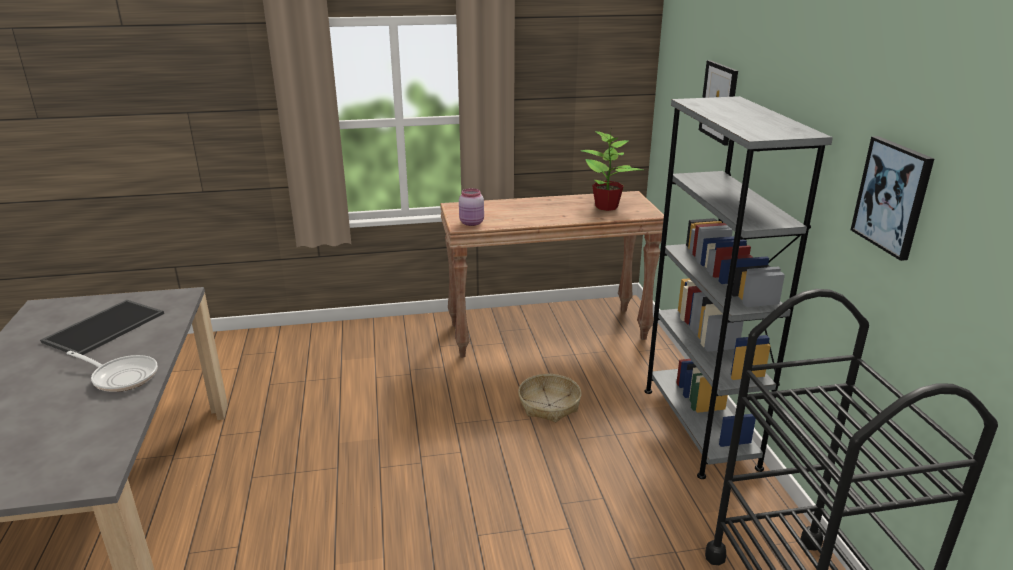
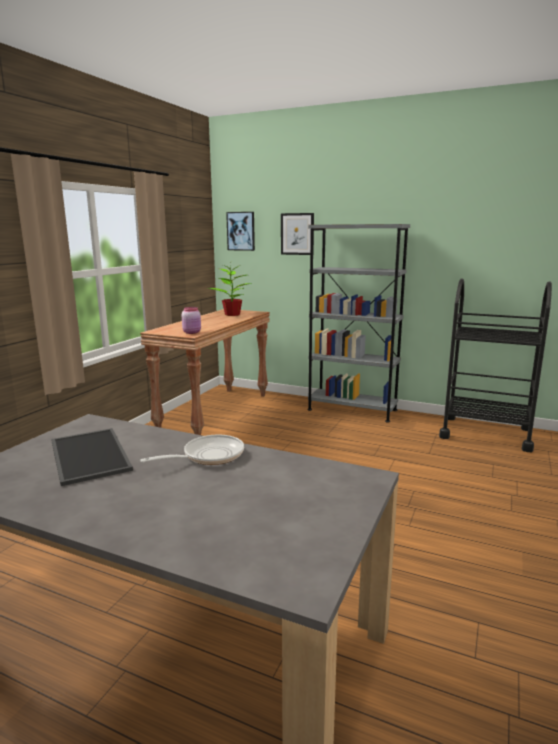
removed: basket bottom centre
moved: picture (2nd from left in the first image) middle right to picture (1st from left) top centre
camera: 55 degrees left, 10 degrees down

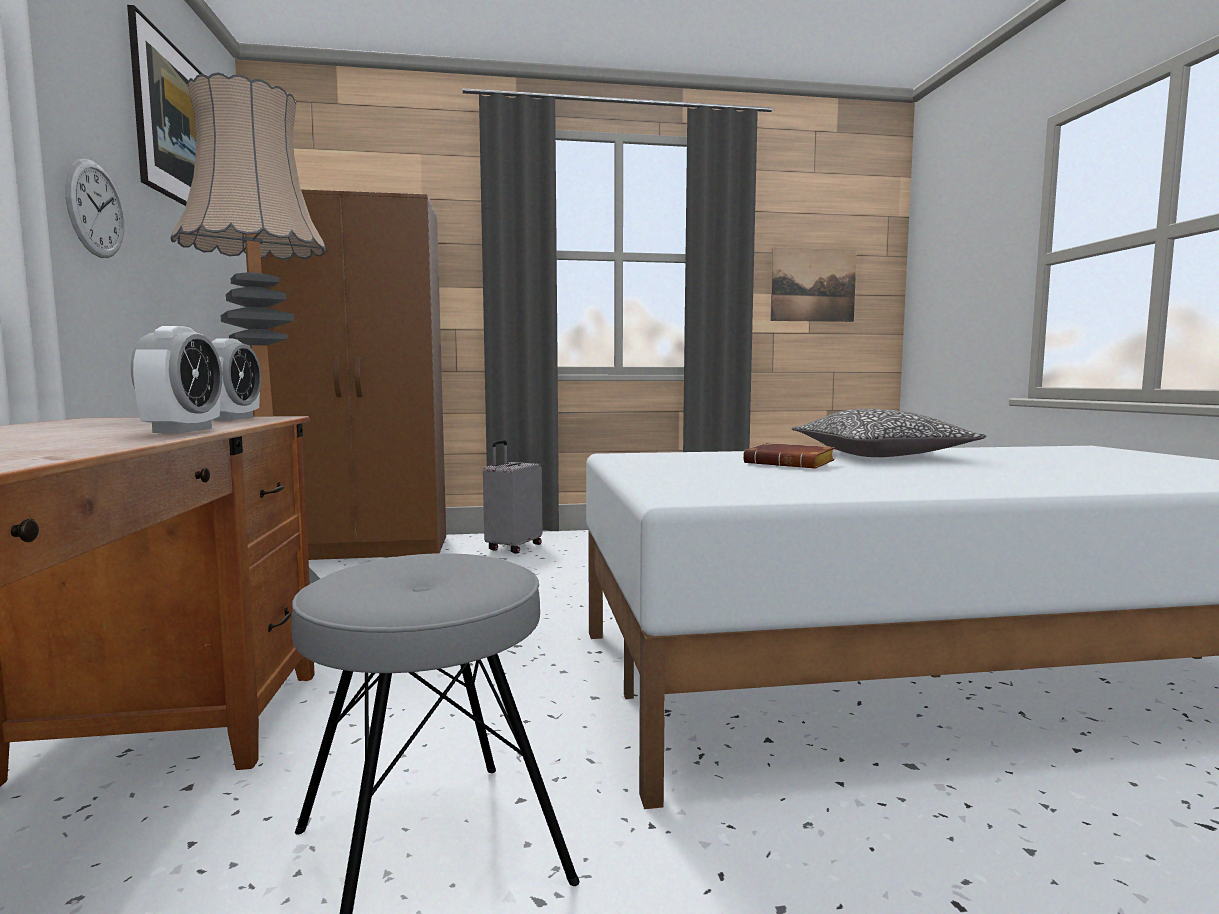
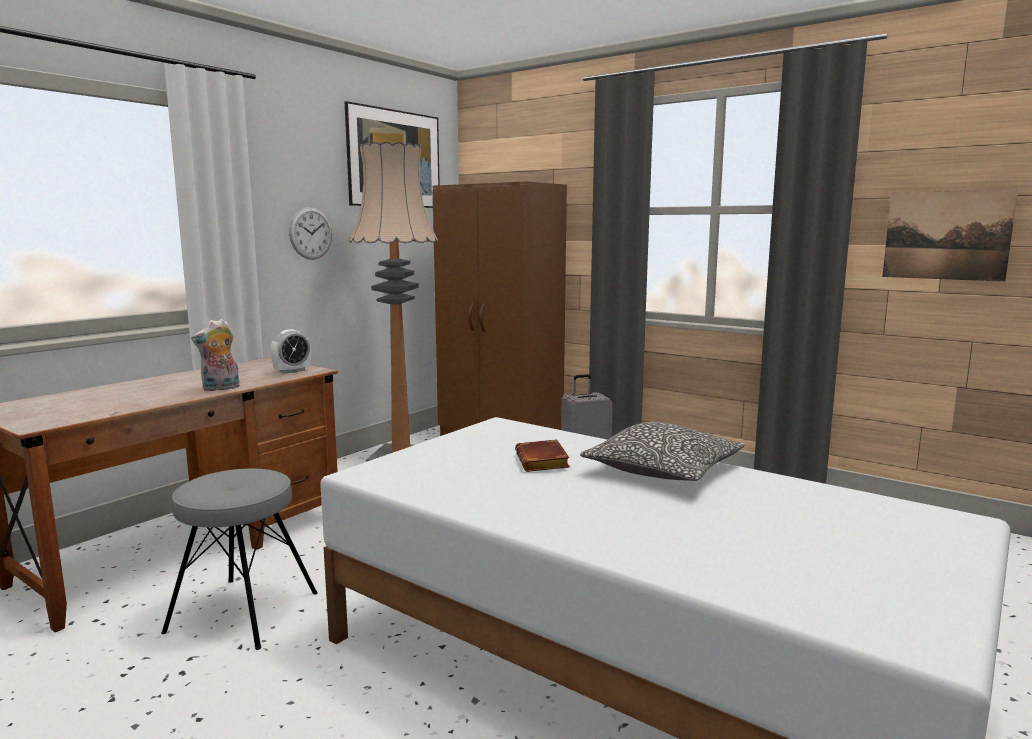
replaced: alarm clock (1st from left) middle left to plush toy middle left
camera: 45 degrees right, 5 degrees up

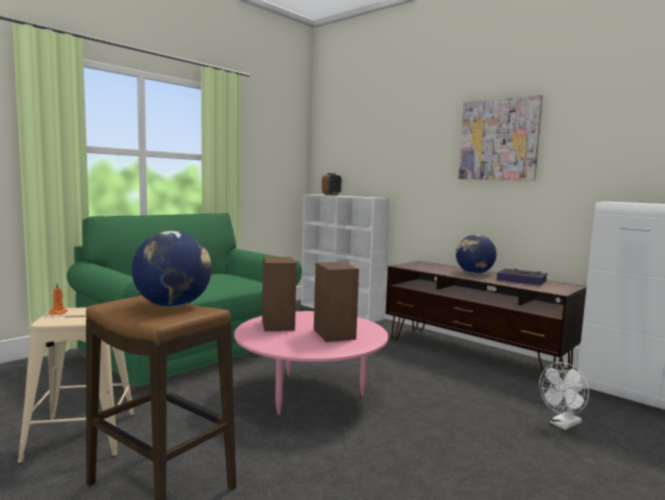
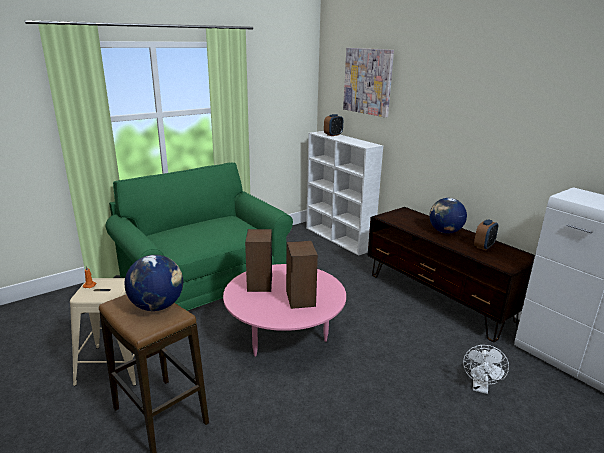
moved: picture top right to top centre
replaced: book middle right to alarm clock (2nd from left) middle right
turned: fan (white) bottom right = bottom right 45 degrees counterclockwise
camera: 10 degrees right, 15 degrees up

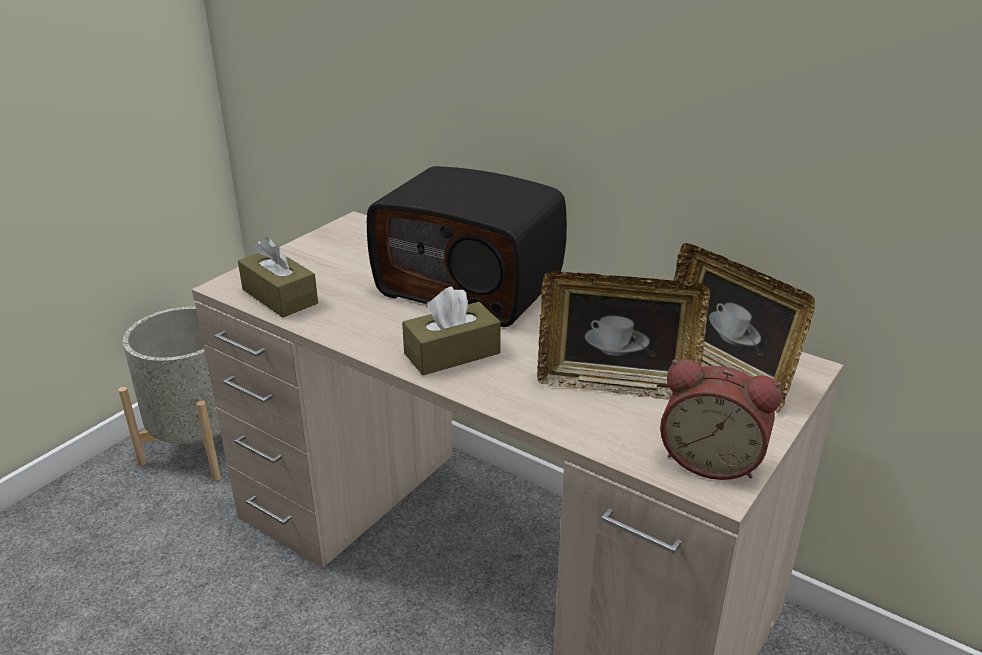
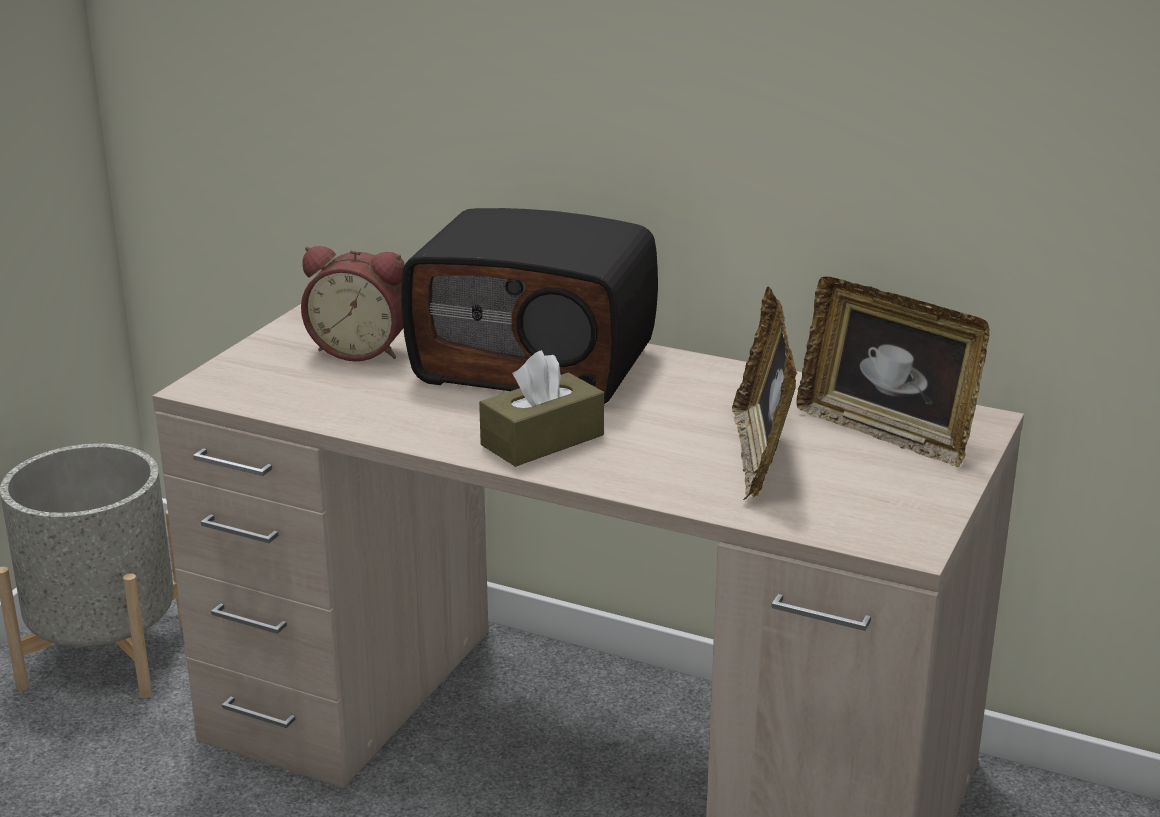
removed: tissue box (brown) (1st from left) middle left
moved: alarm clock middle right to middle left
turned: picture frame (1st from left) centre = centre 90 degrees clockwise
camera: 10 degrees left, 5 degrees down

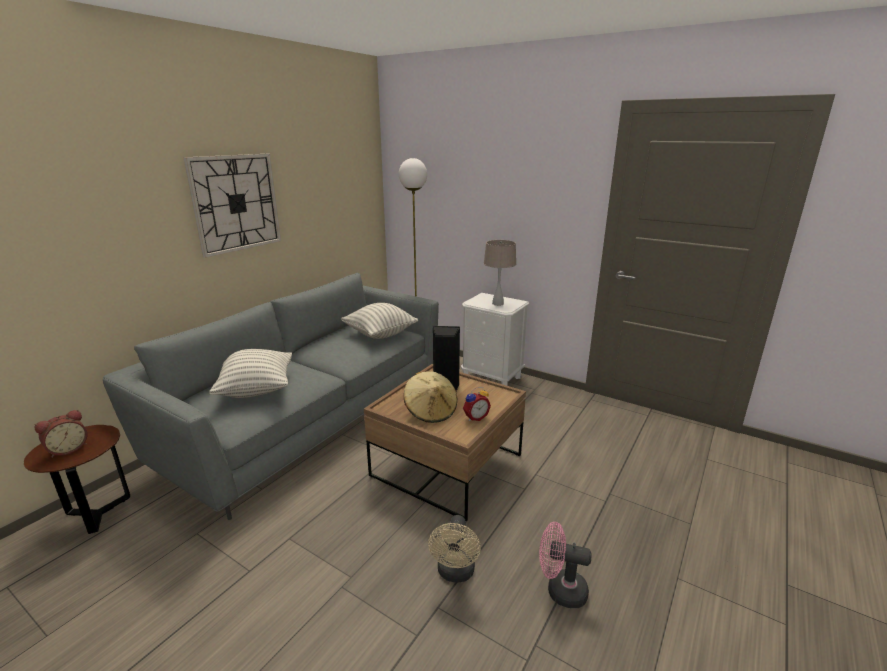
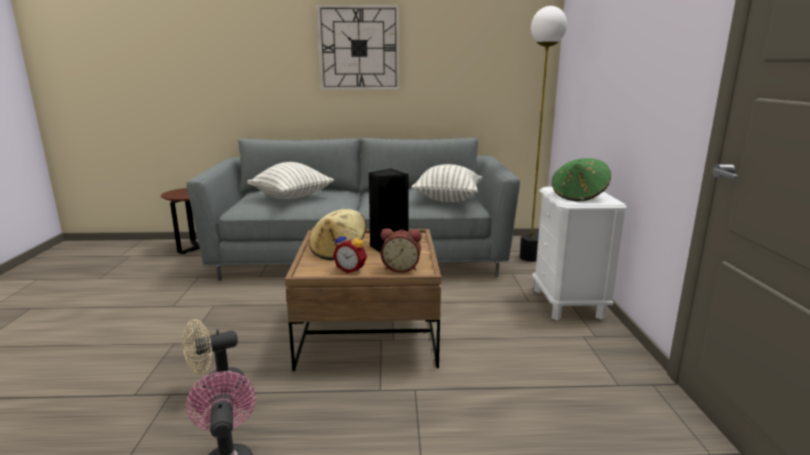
moved: alarm clock (1st from left in the first image) middle left to alarm clock (2nd from left) centre
replaced: table lamp (beige) centre to hat (green) middle right
camera: 55 degrees right, 5 degrees down

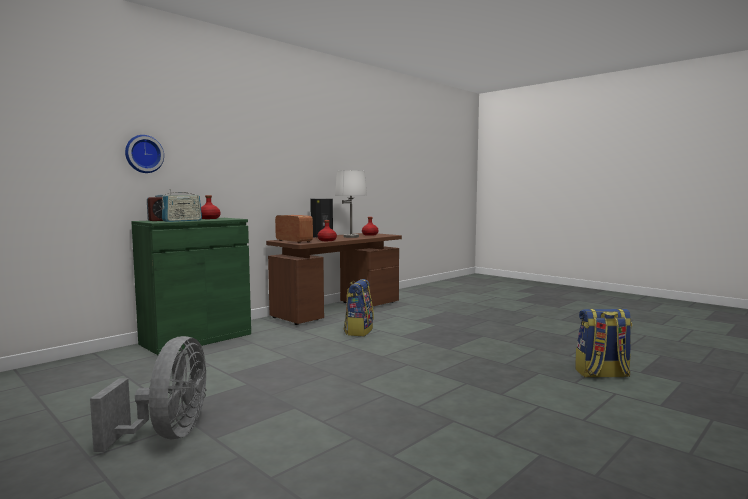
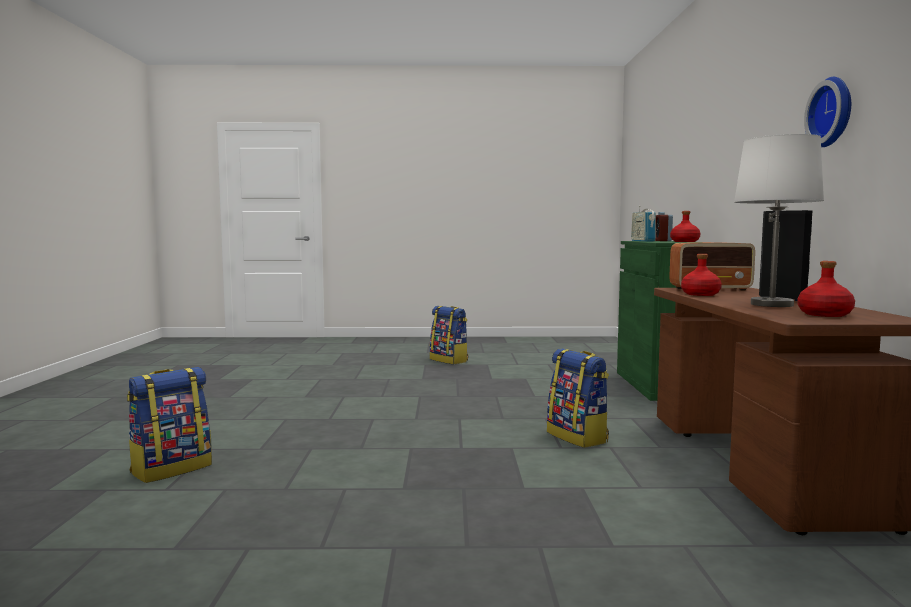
moved: wall clock top left to top right
replaced: fan (grey) bottom left to backpack (2nd from left) centre
camera: 135 degrees right, 0 degrees up

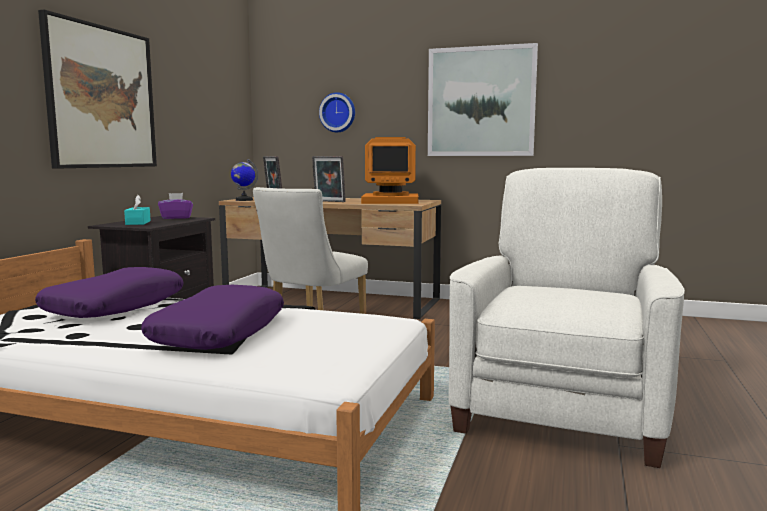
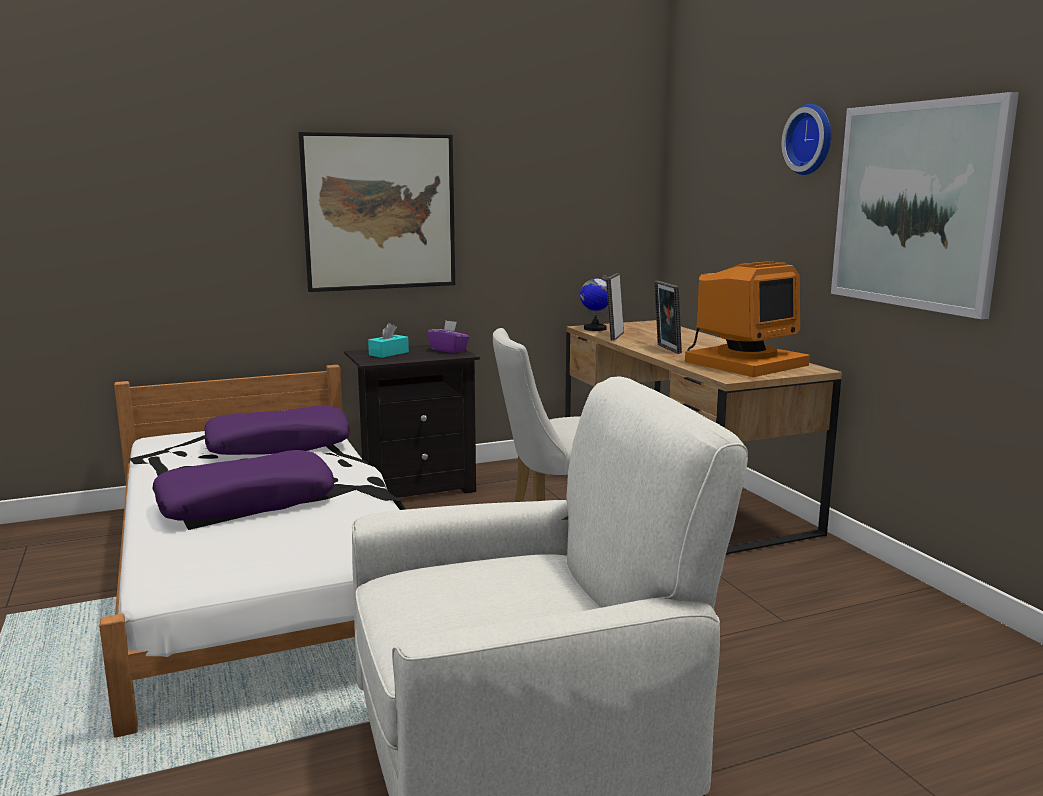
moved: wall clock top centre to top right
turned: monitor top centre = middle right 90 degrees counterclockwise
camera: 50 degrees right, 5 degrees up

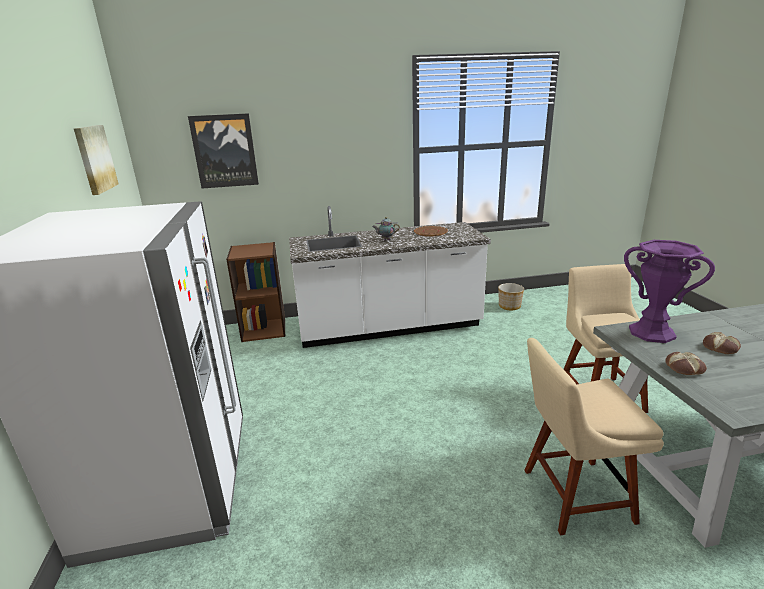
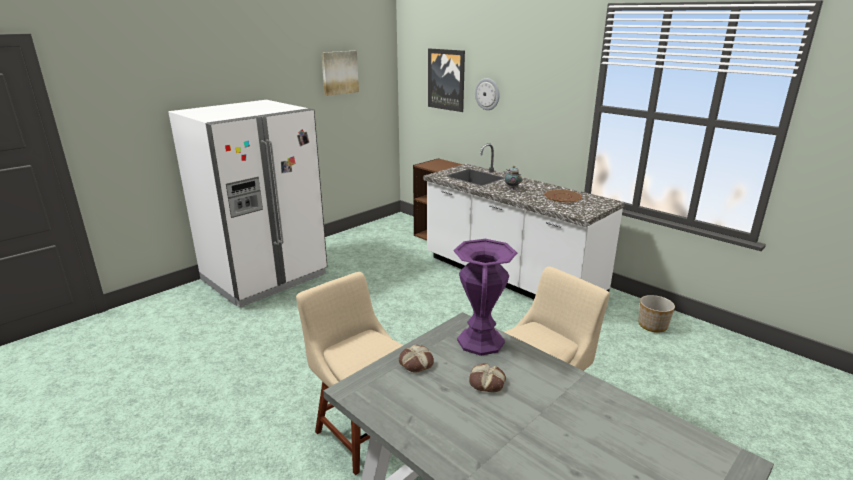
added: wall clock top centre
camera: 55 degrees right, 0 degrees up

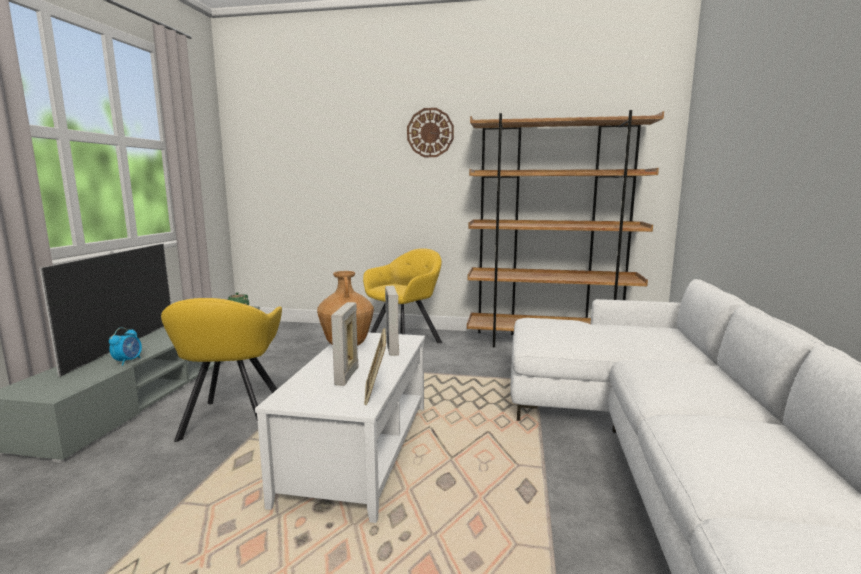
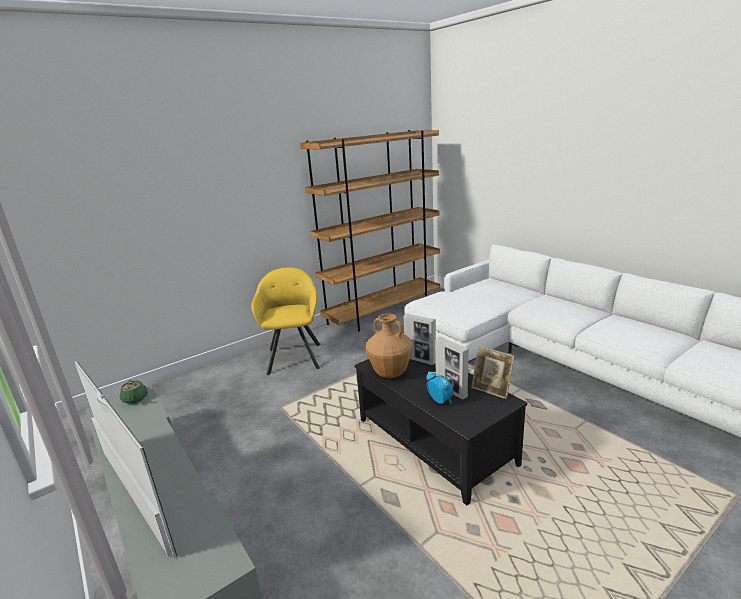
removed: armchair (yellow) (1st from left) middle left; wall clock top centre
moved: alarm clock middle left to centre
recoloured: coffee table (white) bottom centre to coffee table (black) bottom centre
camera: 45 degrees left, 10 degrees up

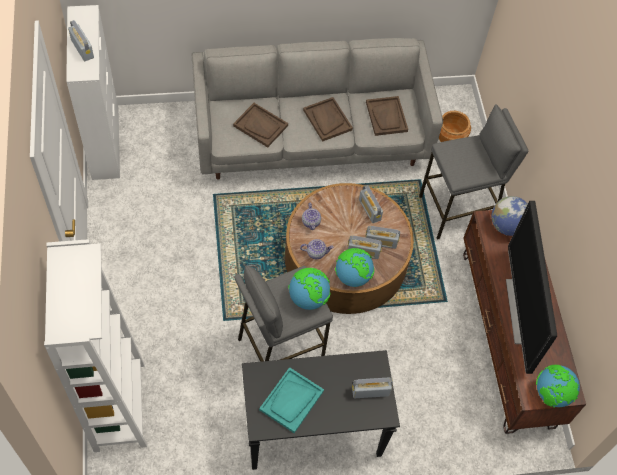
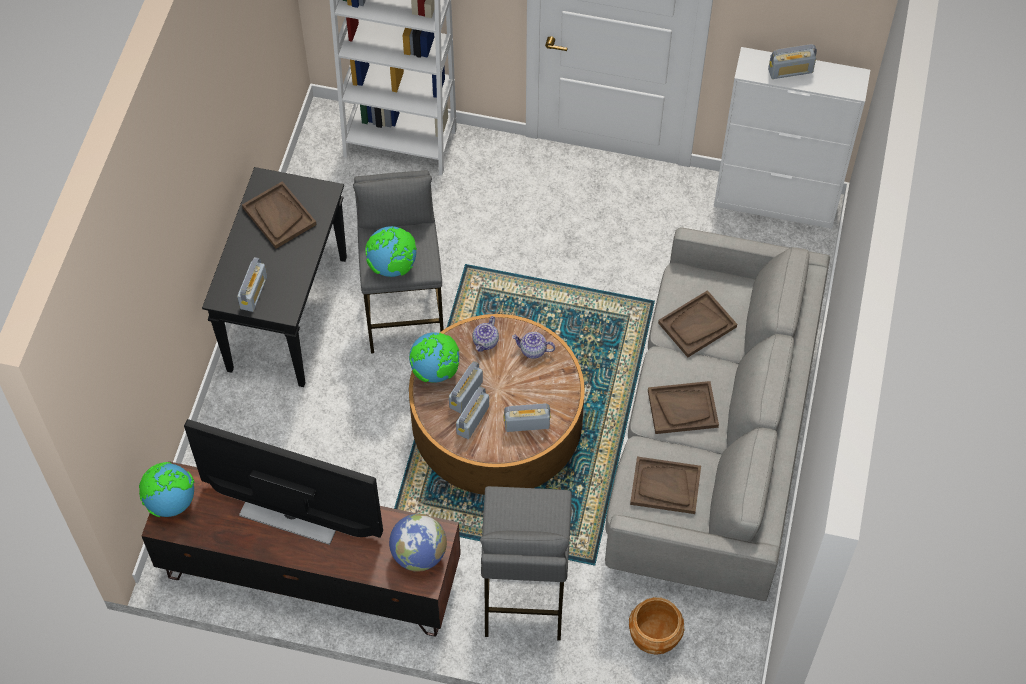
recoloured: tray (turquoise) bottom centre to tray (brown) (1st from left) top left
camera: 115 degrees right, 0 degrees up

